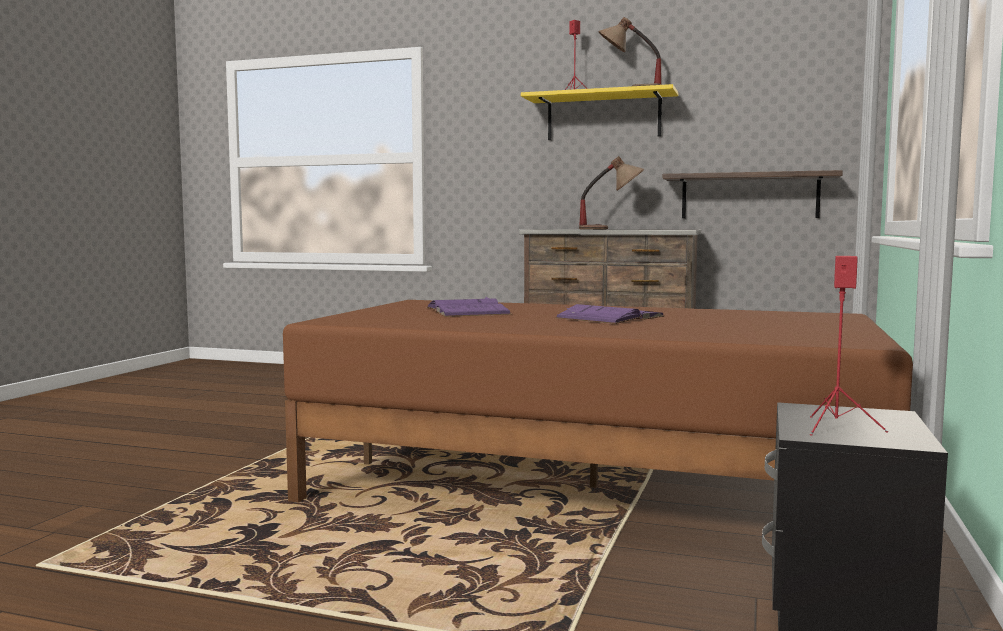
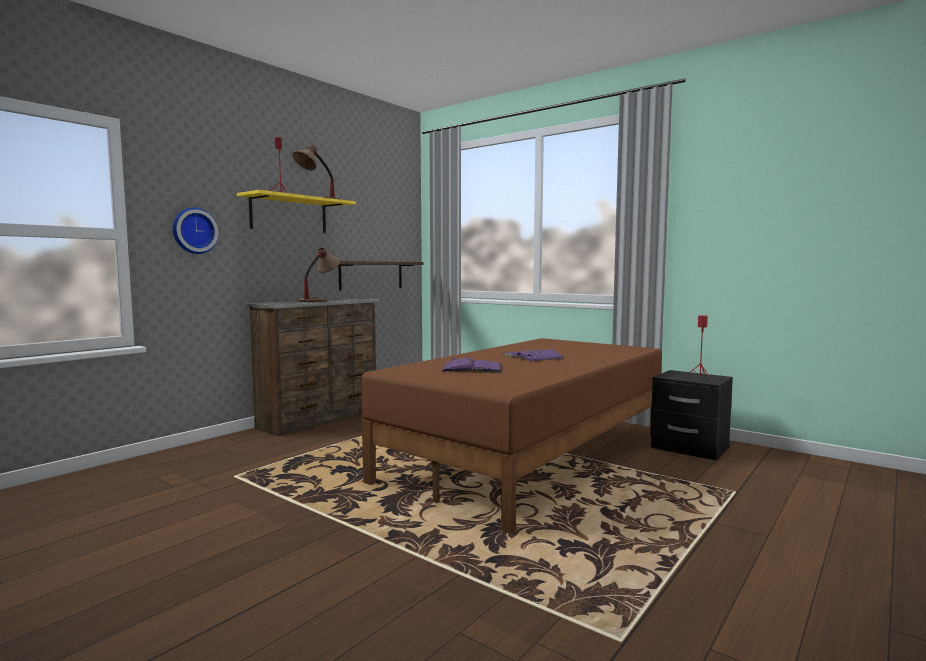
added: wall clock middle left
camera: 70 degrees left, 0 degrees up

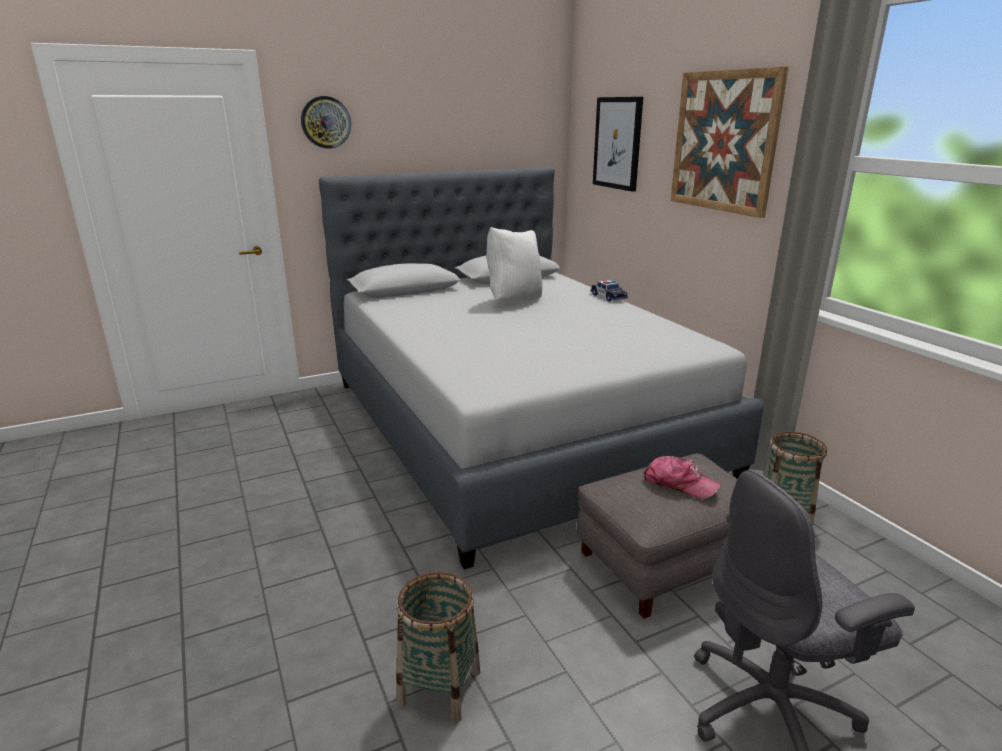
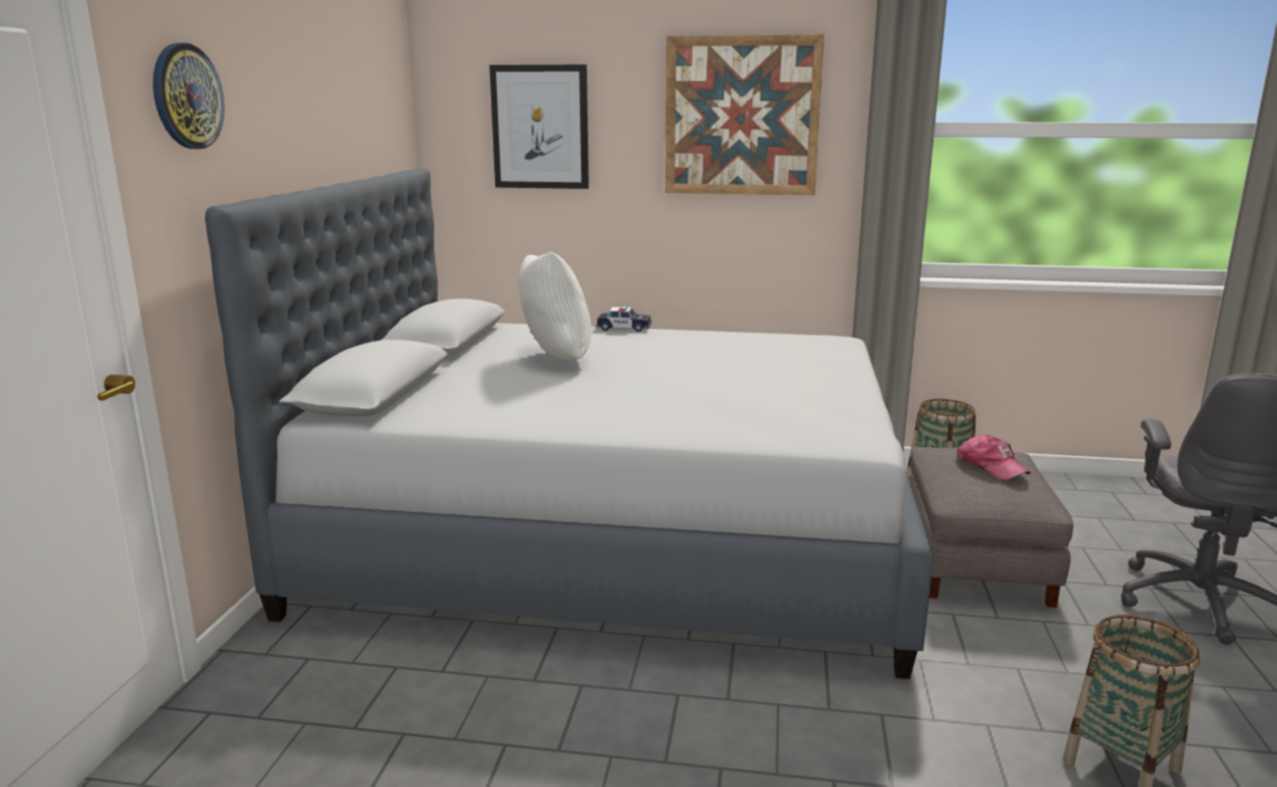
turned: cap middle right = middle right 90 degrees clockwise
camera: 55 degrees left, 5 degrees down

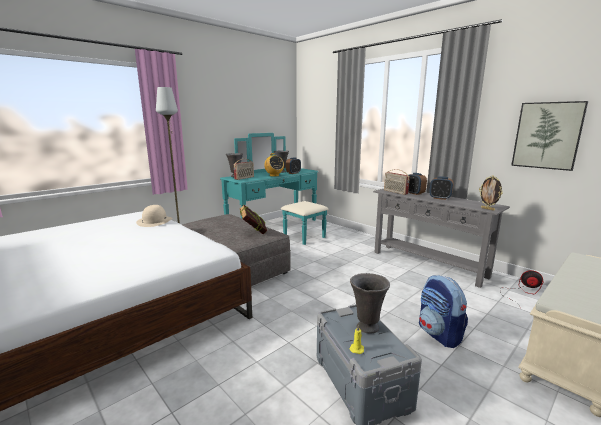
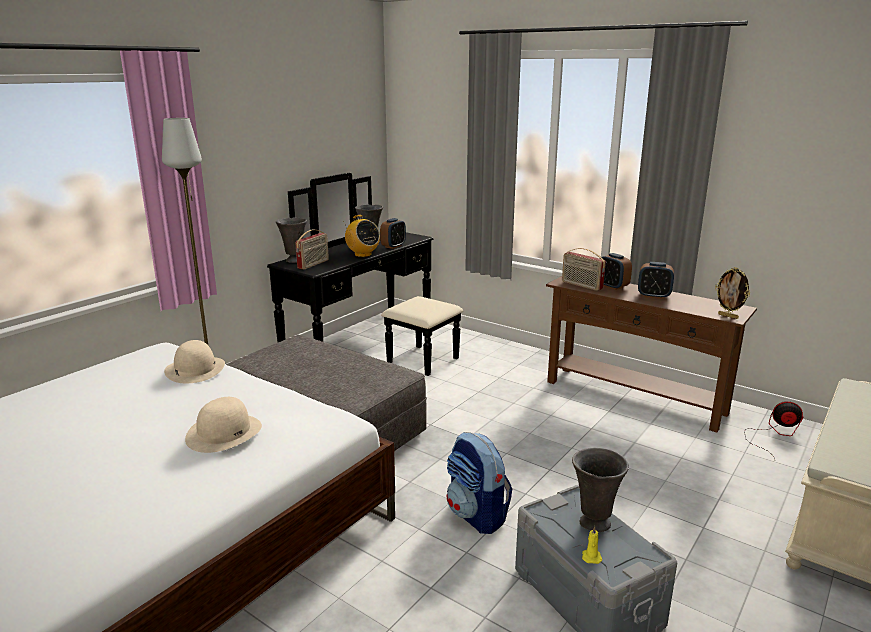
removed: book centre; picture top right
added: hat (beige) (2nd from left) bottom left
moved: backpack bottom right to bottom centre
recoloured: dresser (turquoise) centre to dresser (black) centre; console table (grey) middle right to console table (brown) middle right
camera: 10 degrees left, 5 degrees up

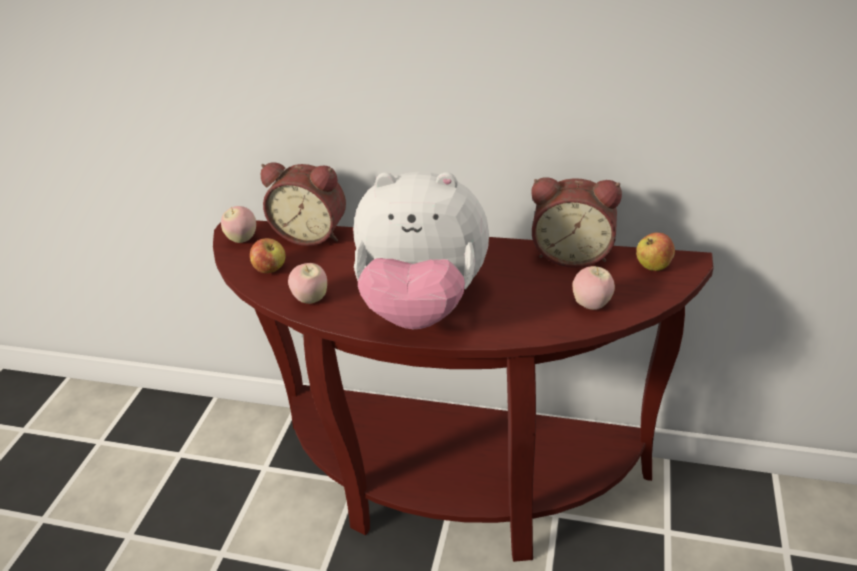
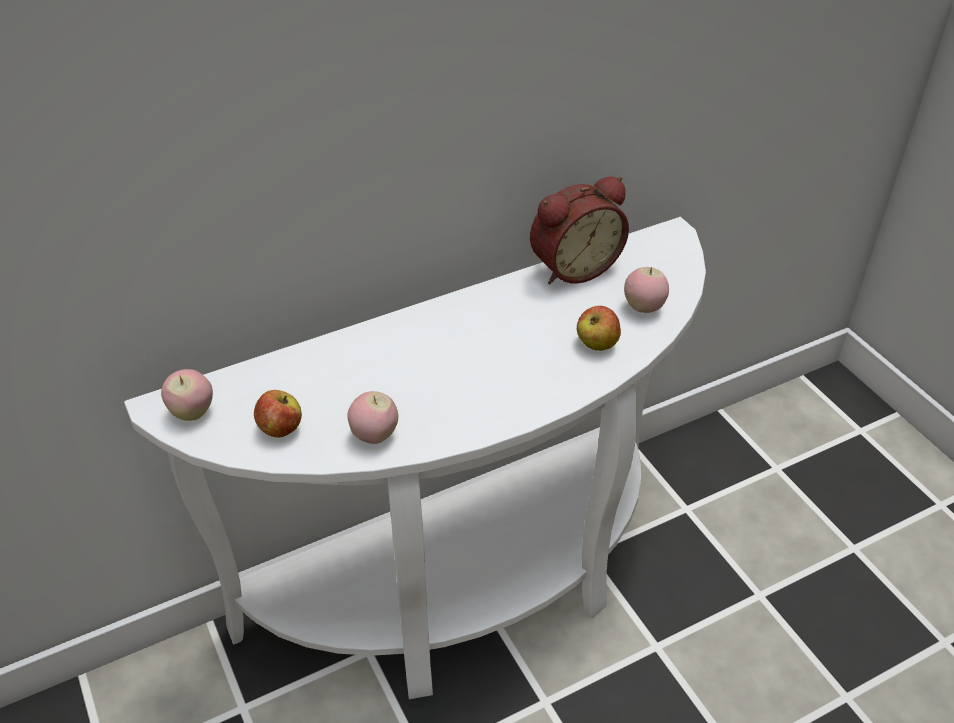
removed: alarm clock (1st from left) centre; plush toy centre
moved: apple (5th from left in the first image) middle right to apple (4th from left) centre
recoloured: console table (brown) bottom centre to console table (white) centre
camera: 45 degrees left, 5 degrees up

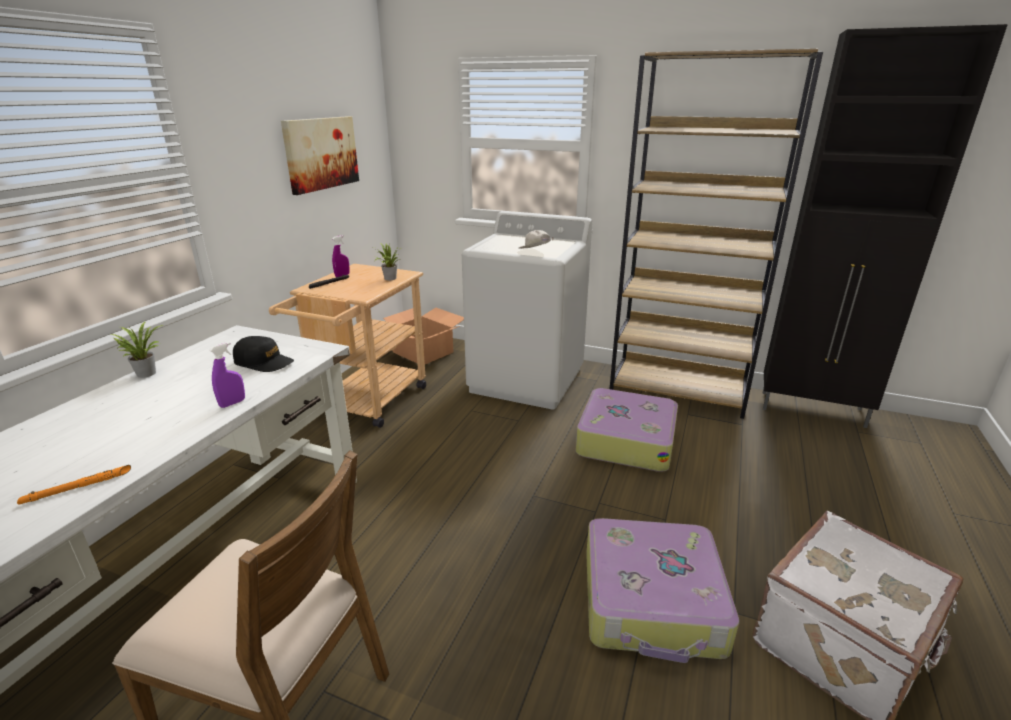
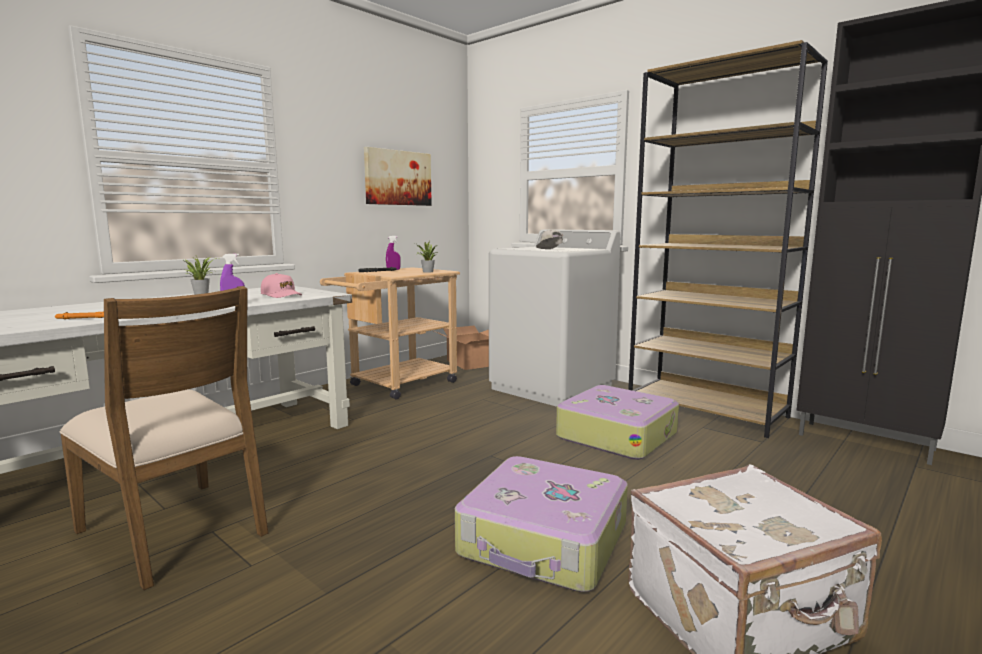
recoloured: cap (black) middle left to cap (pink) middle left
camera: 20 degrees right, 15 degrees down

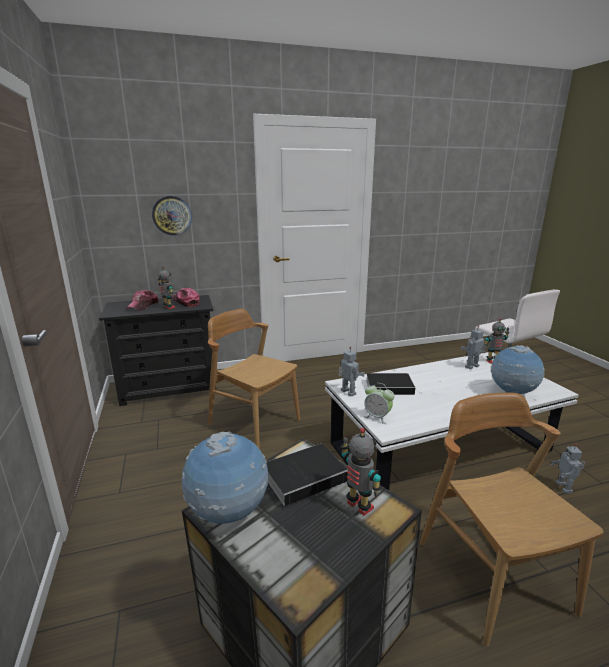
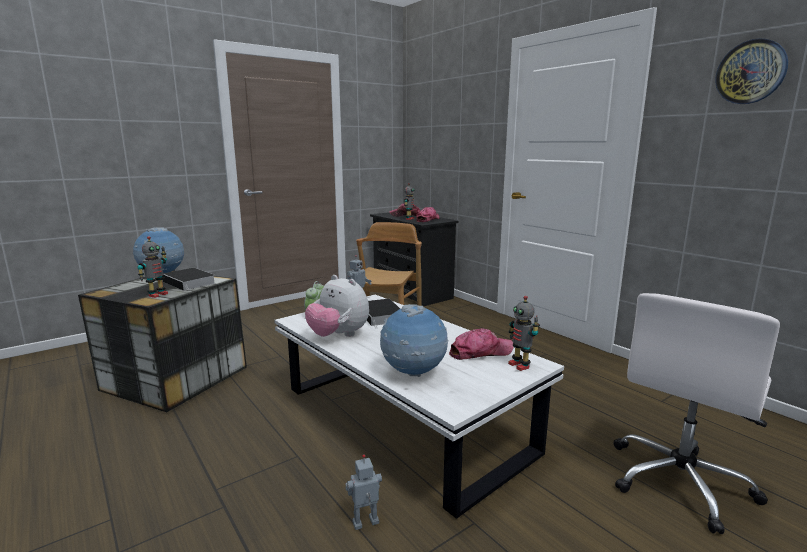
removed: chair (brown) (2nd from left) bottom right
added: plush toy centre
moved: wall clock top left to top right
replaced: toy robot (4th from left) middle right to cap (3rd from left) centre
camera: 70 degrees right, 5 degrees down

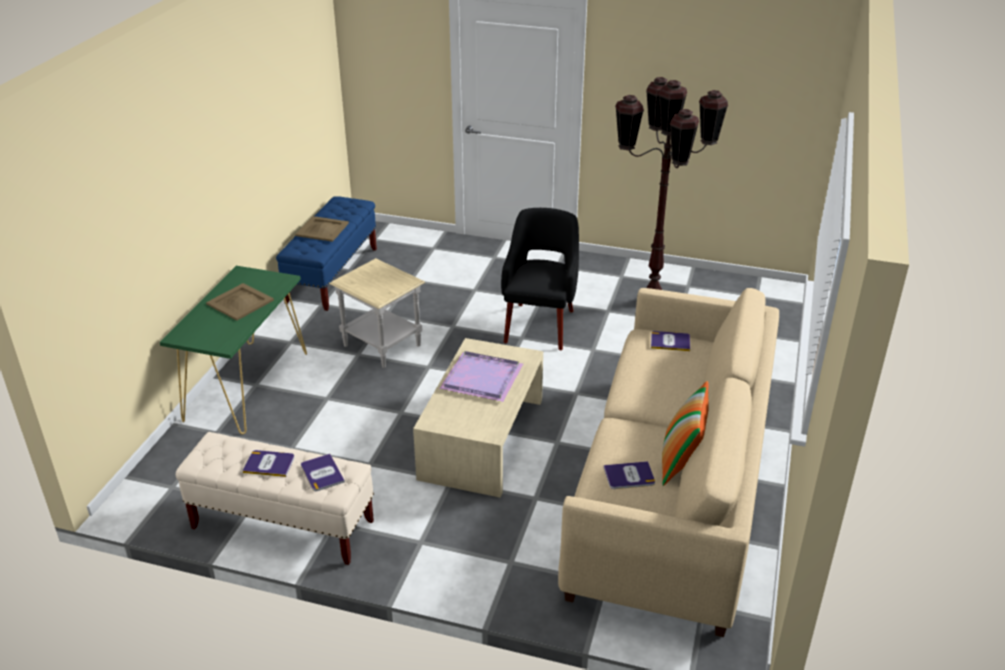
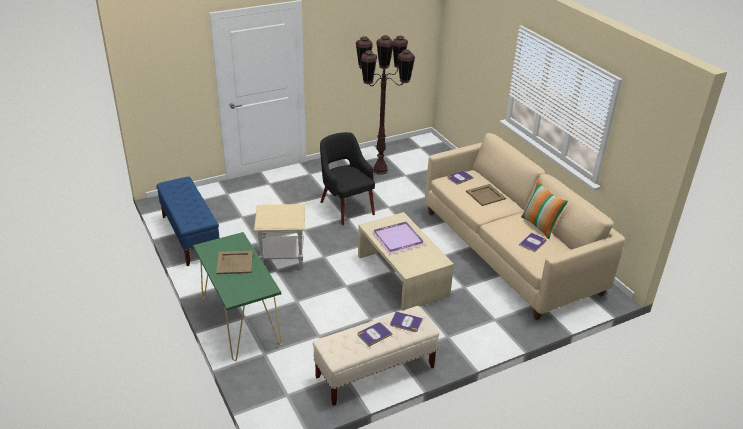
moved: tray (beige) (2nd from left) middle left to centre
camera: 45 degrees left, 0 degrees up

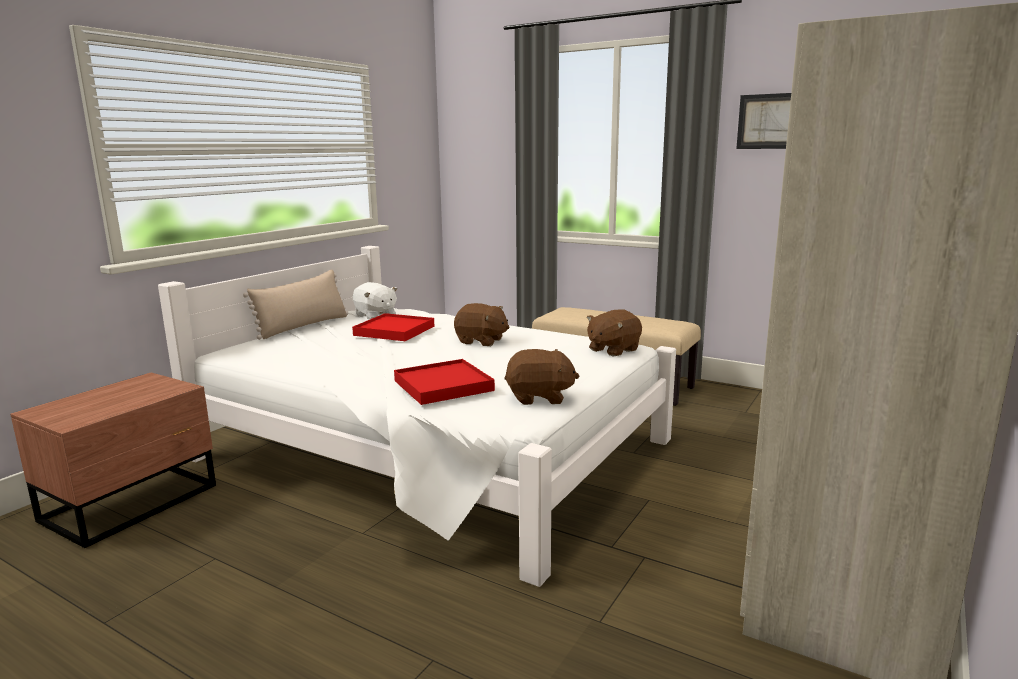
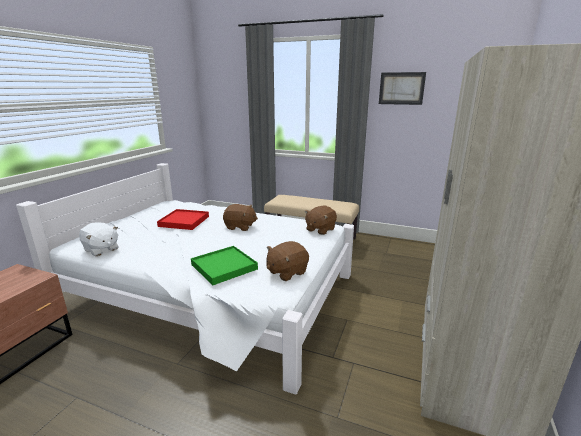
removed: pillow (beige) middle left
moved: plush toy (white) centre to middle left
recoloured: tray (red) (2nd from left) centre to tray (green) centre
turned: plush toy (brown) (2nd from left) centre = centre 150 degrees clockwise
camera: 10 degrees left, 5 degrees up

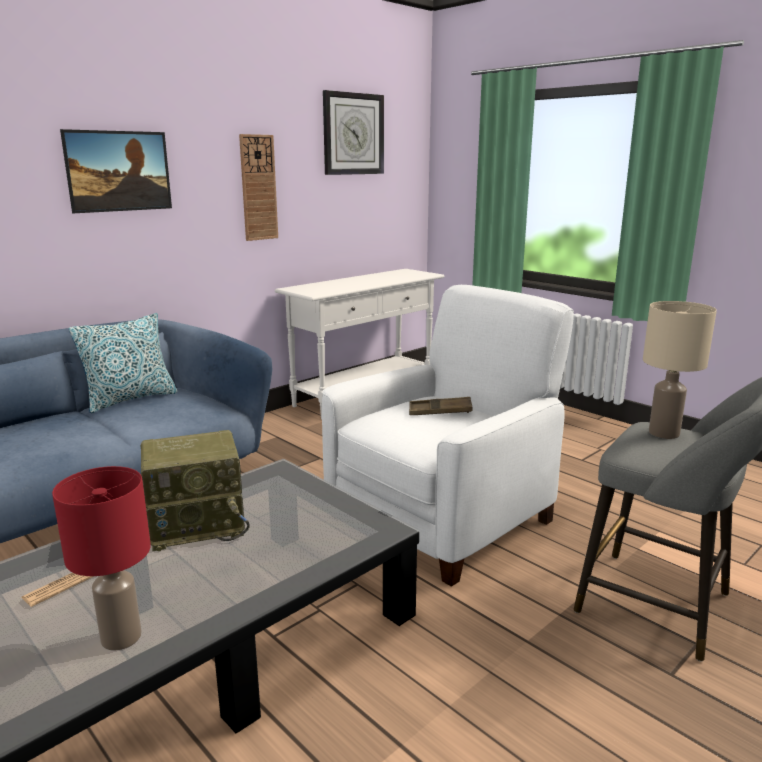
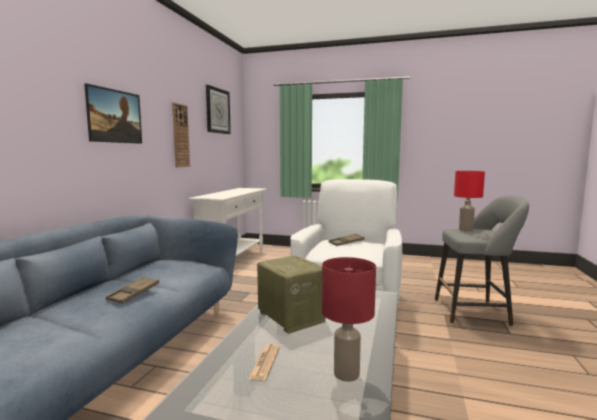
removed: pillow middle left
added: tray (brown) (1st from left) bottom left
recoloured: table lamp (beige) middle right to table lamp (red) (2nd from left) middle right
turned: radio middle left = bottom centre 75 degrees counterclockwise
camera: 30 degrees left, 10 degrees down

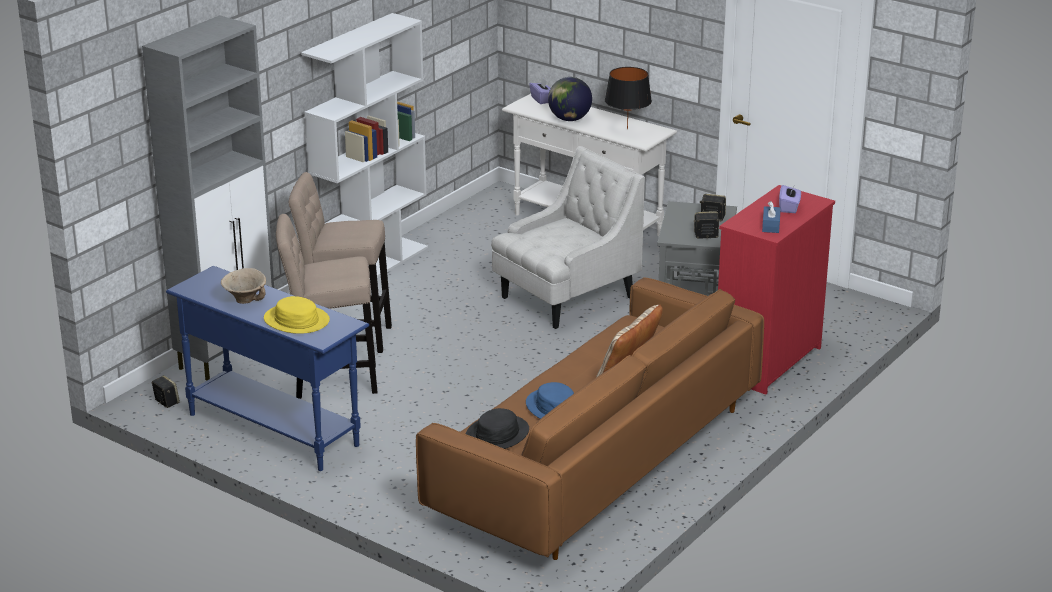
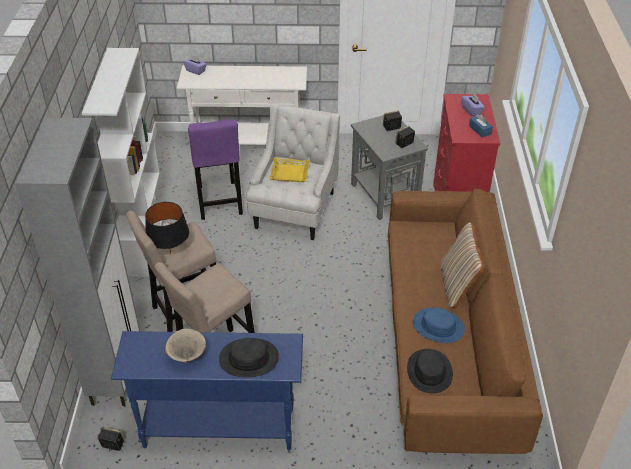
removed: globe top centre
added: stool (purple) centre; tray (yellow) centre
moved: table lamp (black) top centre to middle left
recoloured: hat (yellow) middle left to hat (black) (1st from left) bottom centre
camera: 35 degrees left, 15 degrees up

